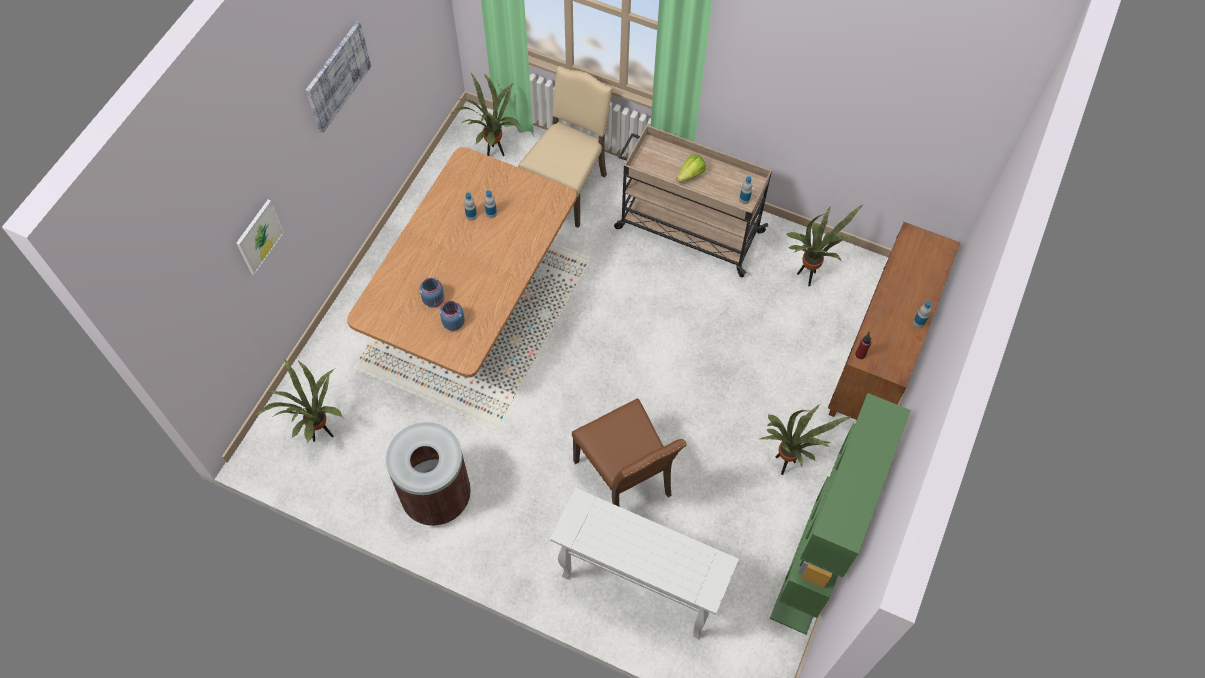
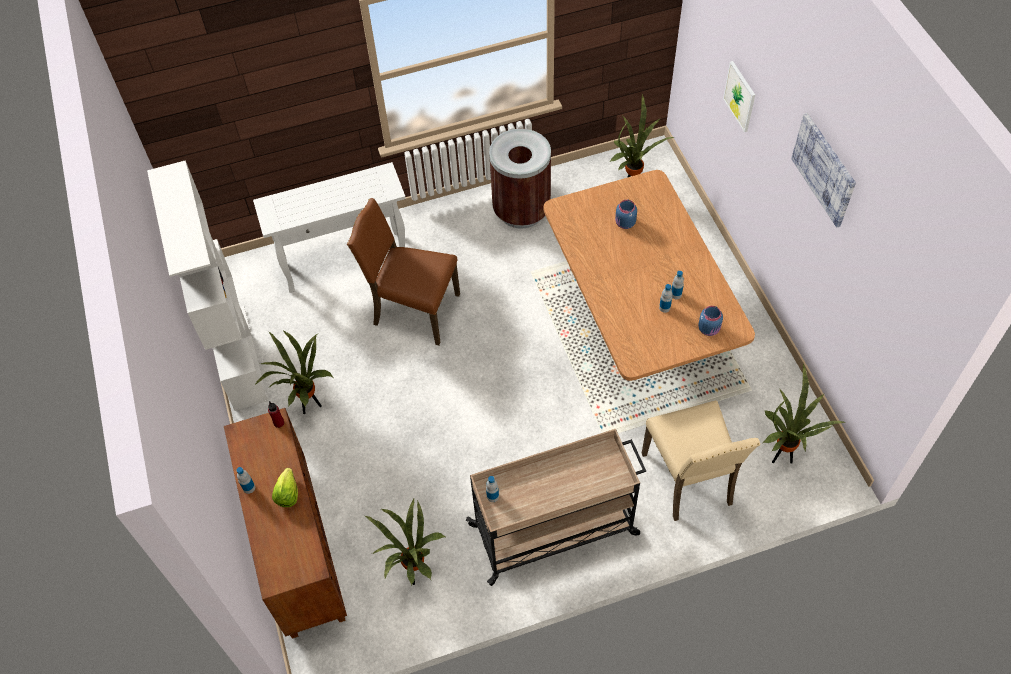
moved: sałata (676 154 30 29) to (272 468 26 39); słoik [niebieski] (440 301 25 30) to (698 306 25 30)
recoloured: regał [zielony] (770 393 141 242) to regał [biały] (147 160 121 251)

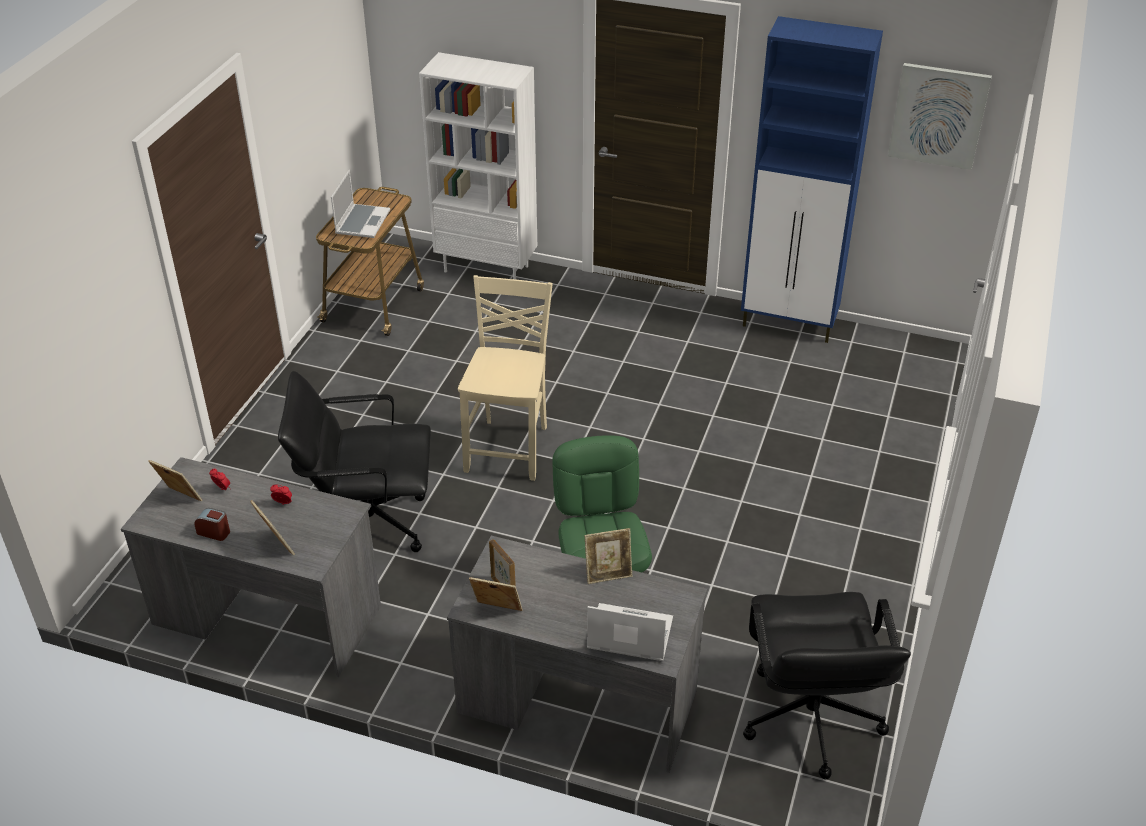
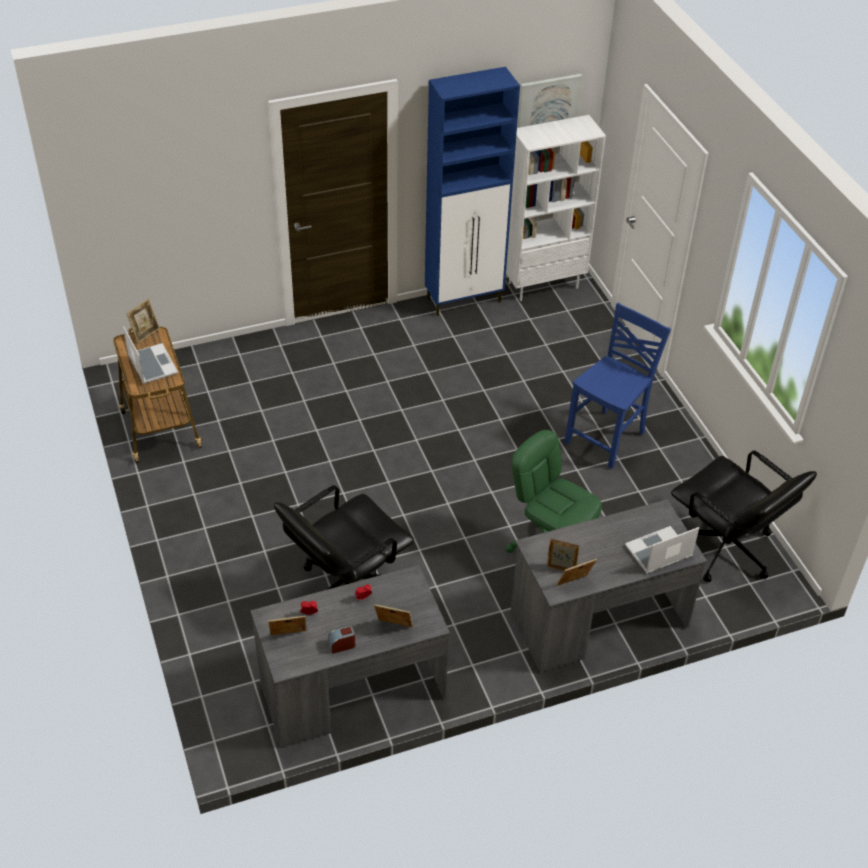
removed: krzesło [beżowy] (458 275 95 206)
added: krzesło [niebieski] (565 302 106 167)
moved: ramka na zdjęcie (584 528 48 56) to (126 299 34 44); regał [biały] (419 52 118 228) to (506 115 100 186)

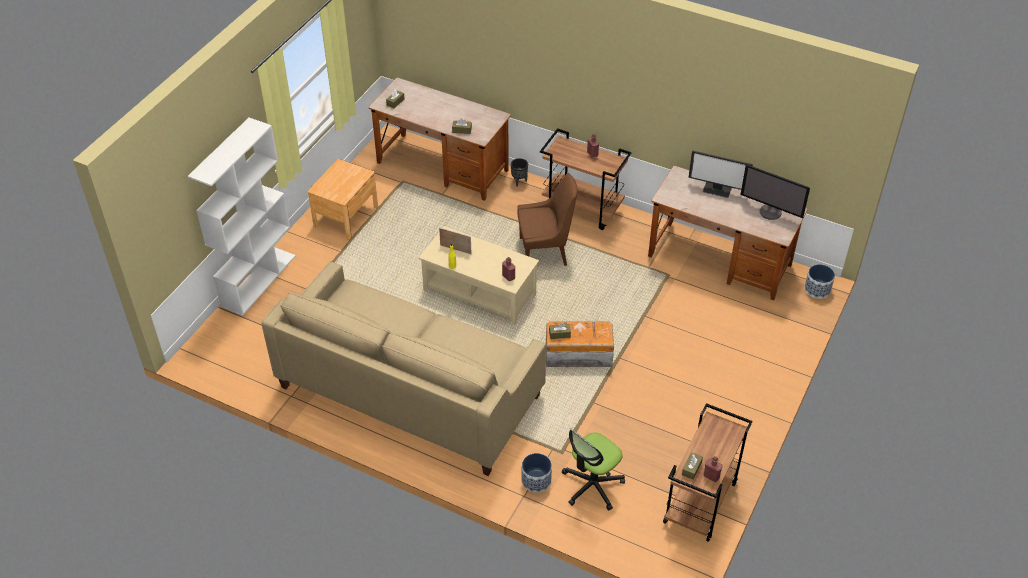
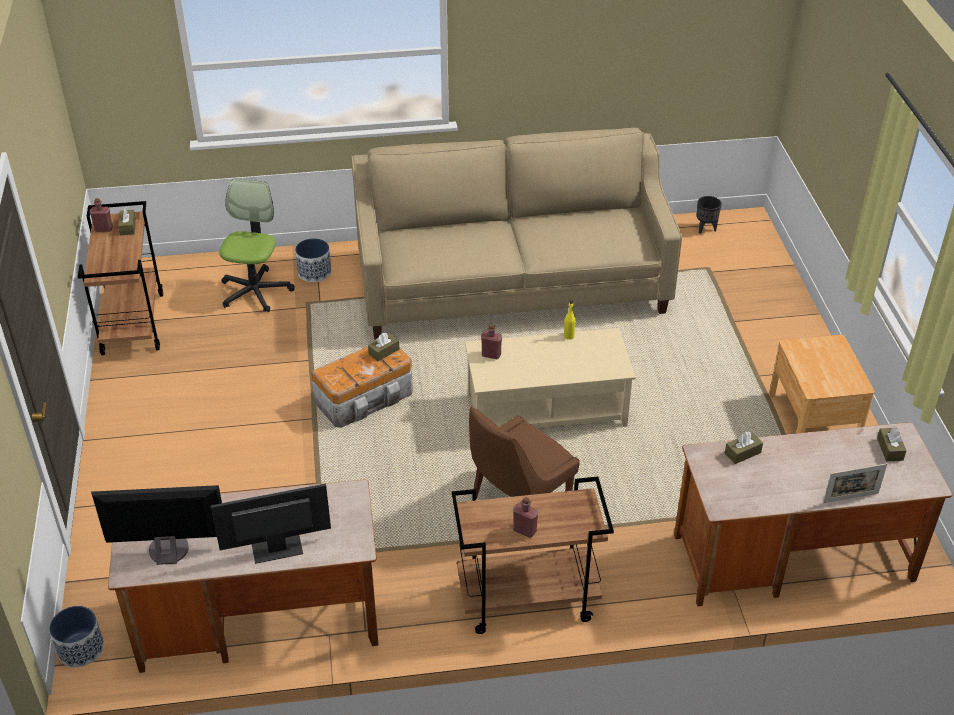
removed: regał [biały] (188 118 108 198)
moved: donica [czarny] (511 158 17 29) to (697 196 25 38); ramka na zdjęcie (439 228 33 26) to (823 463 64 40)

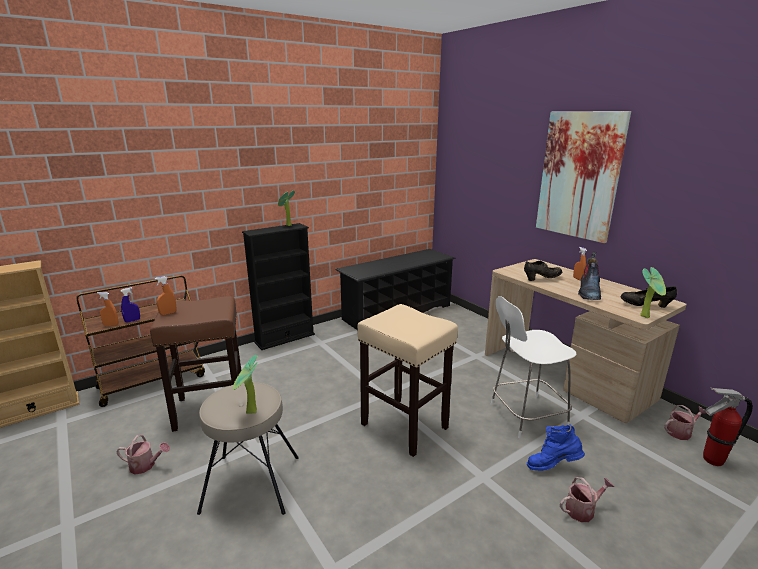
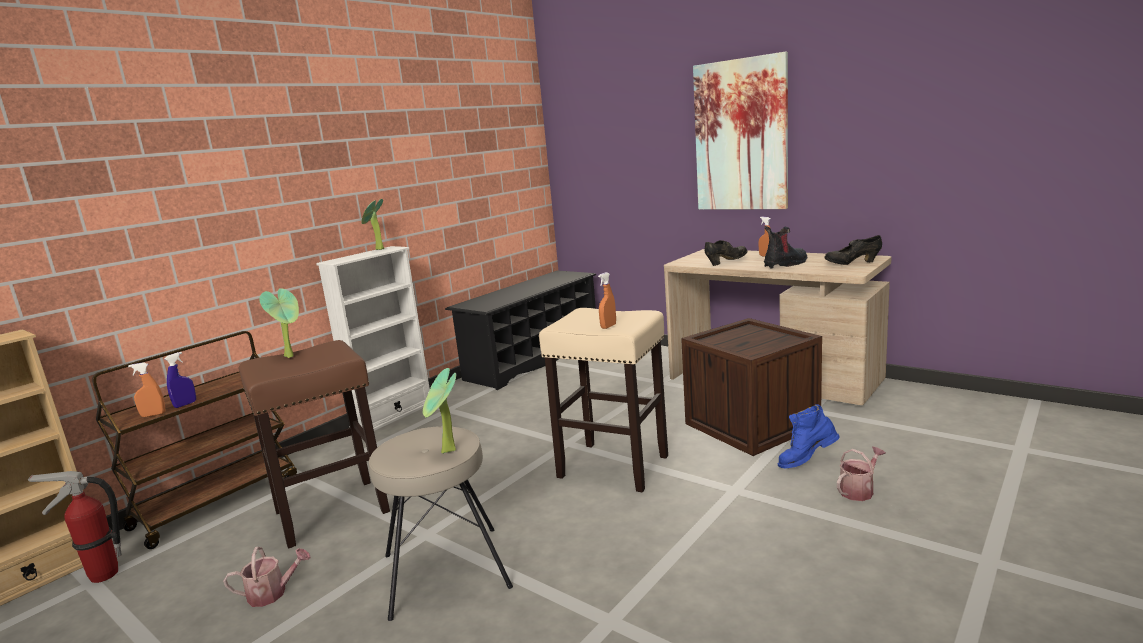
removed: konewka (664 405 43 35)
moved: gaśnica (703 388 50 78) to (28 471 94 112); roślina doniczkowa (640 267 26 51) to (259 288 40 70); spryskiwacz [pomarańczowy] (154 276 22 39) to (598 272 18 57)
replaced: krzesło [biały] (491 296 86 142) to skrzynka (681 318 141 138)
recoloured: regał [czarny] (242 223 73 127) to regał [biały] (316 246 114 185)
turned: but z cholewką (578 251 23 49) = (764 226 43 42) 135 degrees counterclockwise

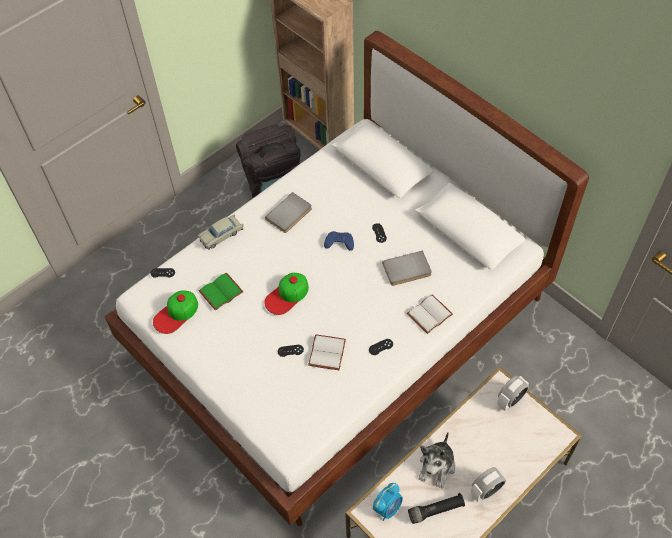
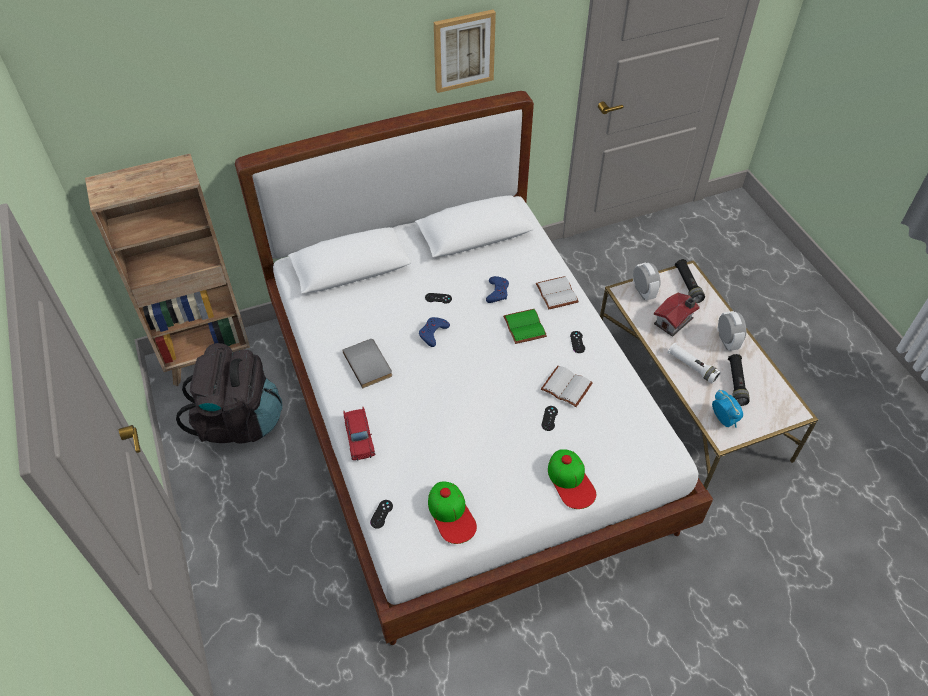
added: obraz (434 10 62 83); domek (654 292 46 45); latarka [czarny] (675 259 30 44)
moved: książka [zielony] (199 273 44 38) to (503 309 44 35); czapka z daszkiem (264 273 45 42) to (548 449 48 60)
replaced: książka [szary] (382 250 50 36) to pad do gier [niebieski] (486 276 23 27); pluszak (419 432 36 57) to latarka [biały] (667 343 54 41)
recoloured: samochodzik [beżowy] (198 214 45 36) to samochodzik [czerwony] (343 407 33 54)

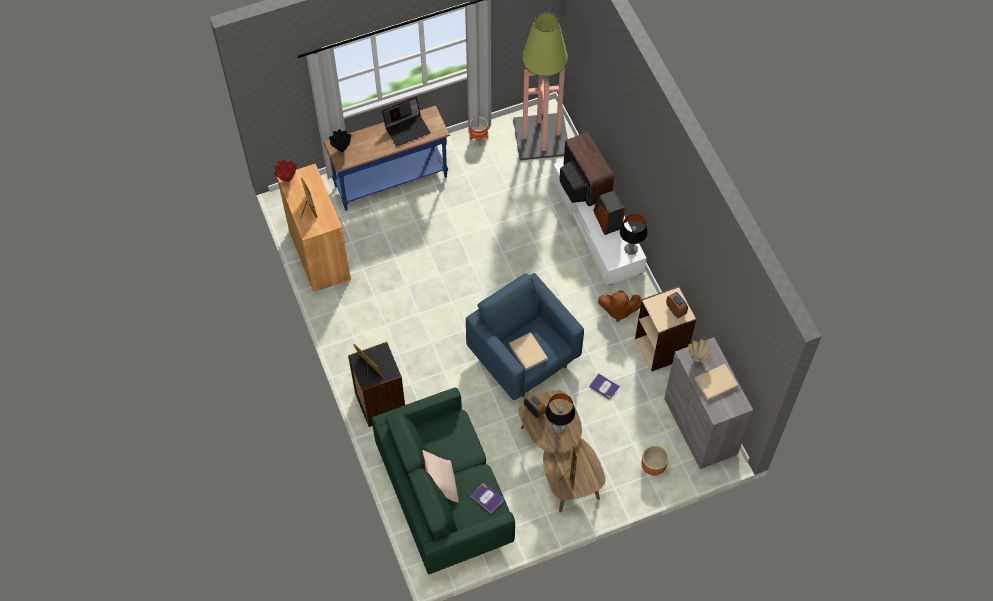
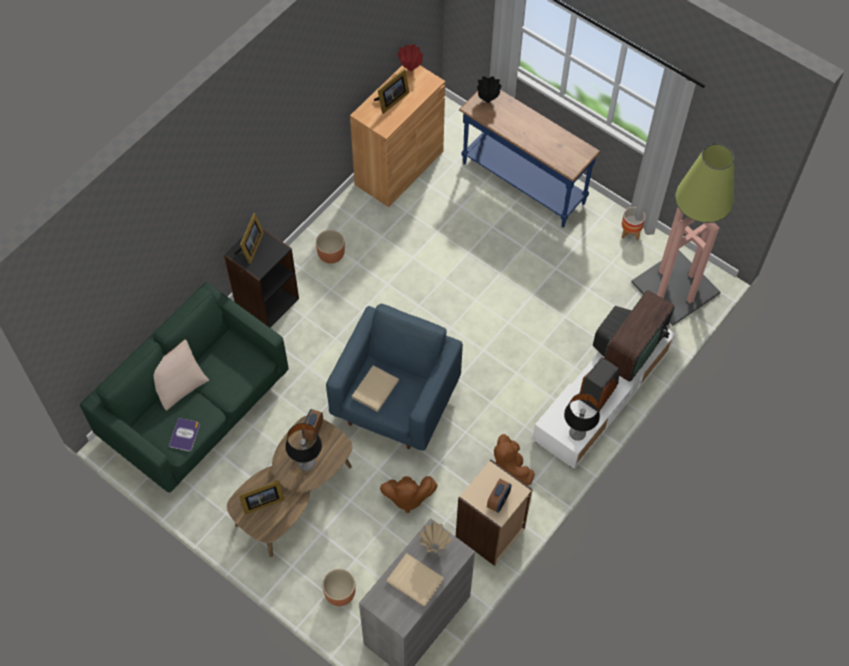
removed: laptop (382 97 48 49)
added: donica [brązowy] (316 230 29 34)
replaced: książka (589 373 31 27) to pluszak [brązowy] (380 476 57 37)

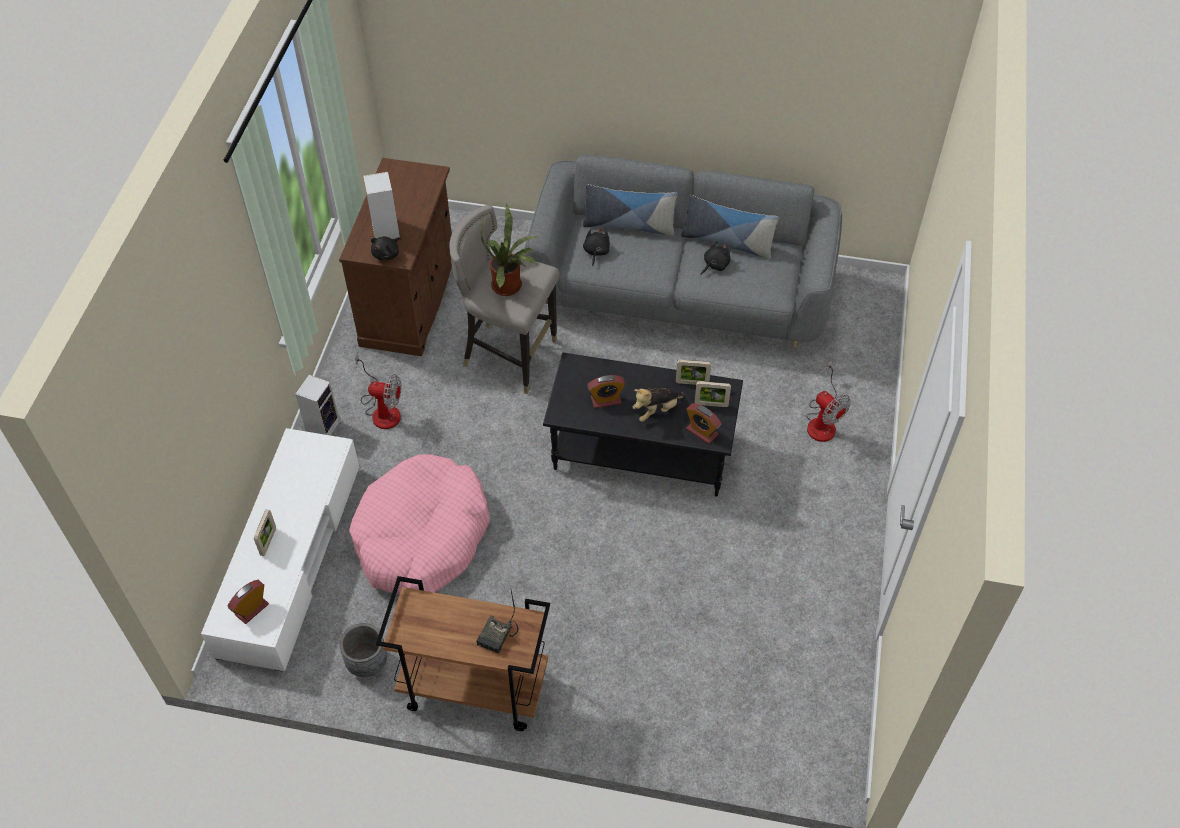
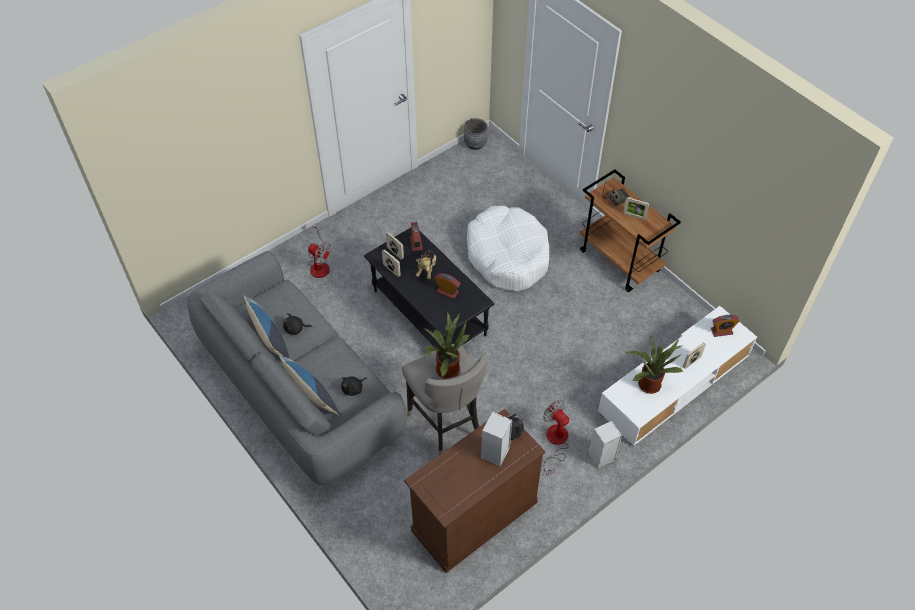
removed: legowisko [różowy] (349 454 141 140)
added: legowisko [biały] (467 205 82 86); ramka na zdjęcie (623 197 26 23); roślina doniczkowa (626 337 58 57)
moved: donica [szary] (340 623 47 54) to (464 118 24 32)
turned: wentylator (806 360 45 82) = (308 223 23 55) 120 degrees clockwise; pluszak (633 388 52 34) = (416 250 20 29) 90 degrees clockwise

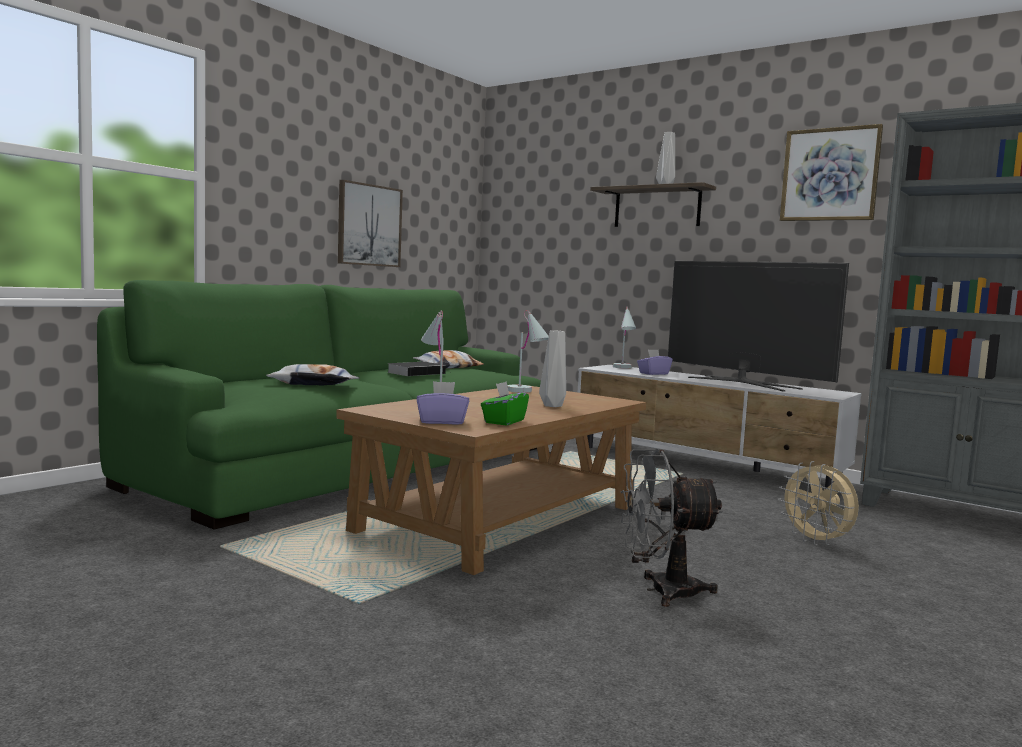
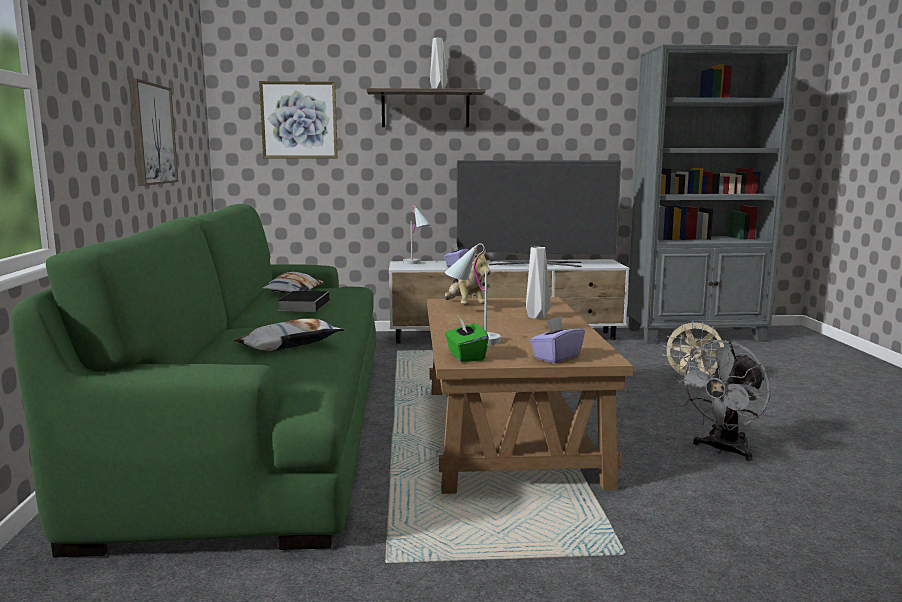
moved: obraz (780 124 103 97) to (259 81 79 77); pudełko chusteczek [zielony] (481 381 48 44) to (445 317 44 45)
replaced: lampa stołowa [biały] (507 310 42 83) to pluszak (445 250 46 54)

